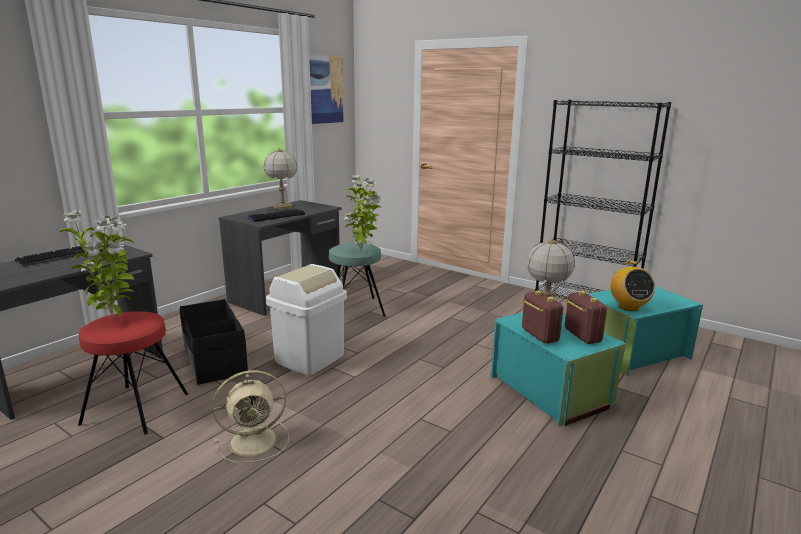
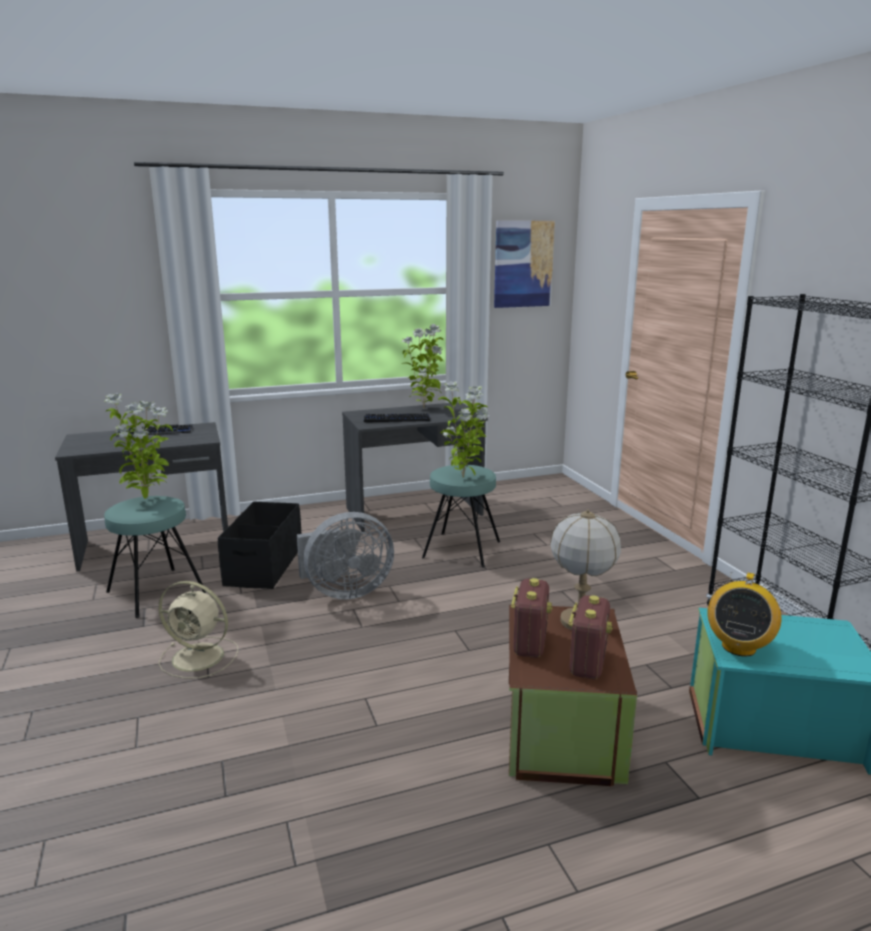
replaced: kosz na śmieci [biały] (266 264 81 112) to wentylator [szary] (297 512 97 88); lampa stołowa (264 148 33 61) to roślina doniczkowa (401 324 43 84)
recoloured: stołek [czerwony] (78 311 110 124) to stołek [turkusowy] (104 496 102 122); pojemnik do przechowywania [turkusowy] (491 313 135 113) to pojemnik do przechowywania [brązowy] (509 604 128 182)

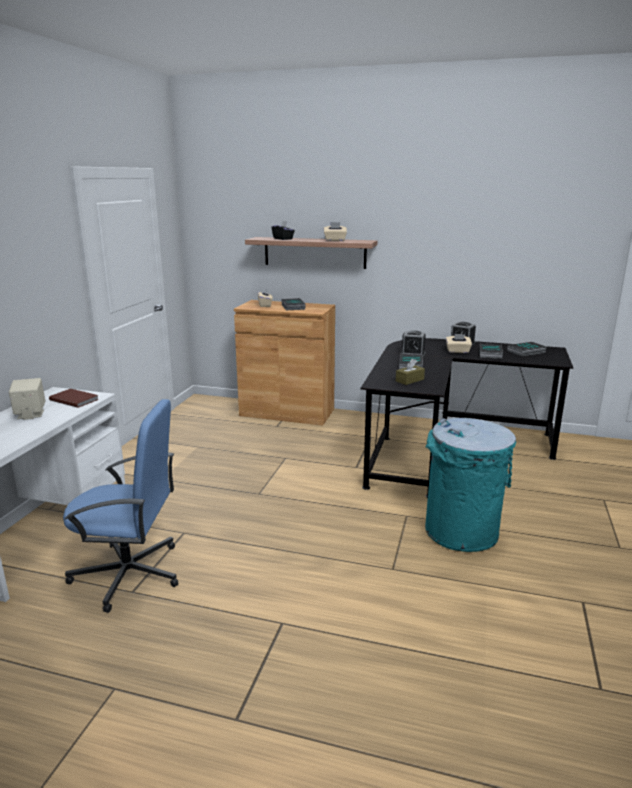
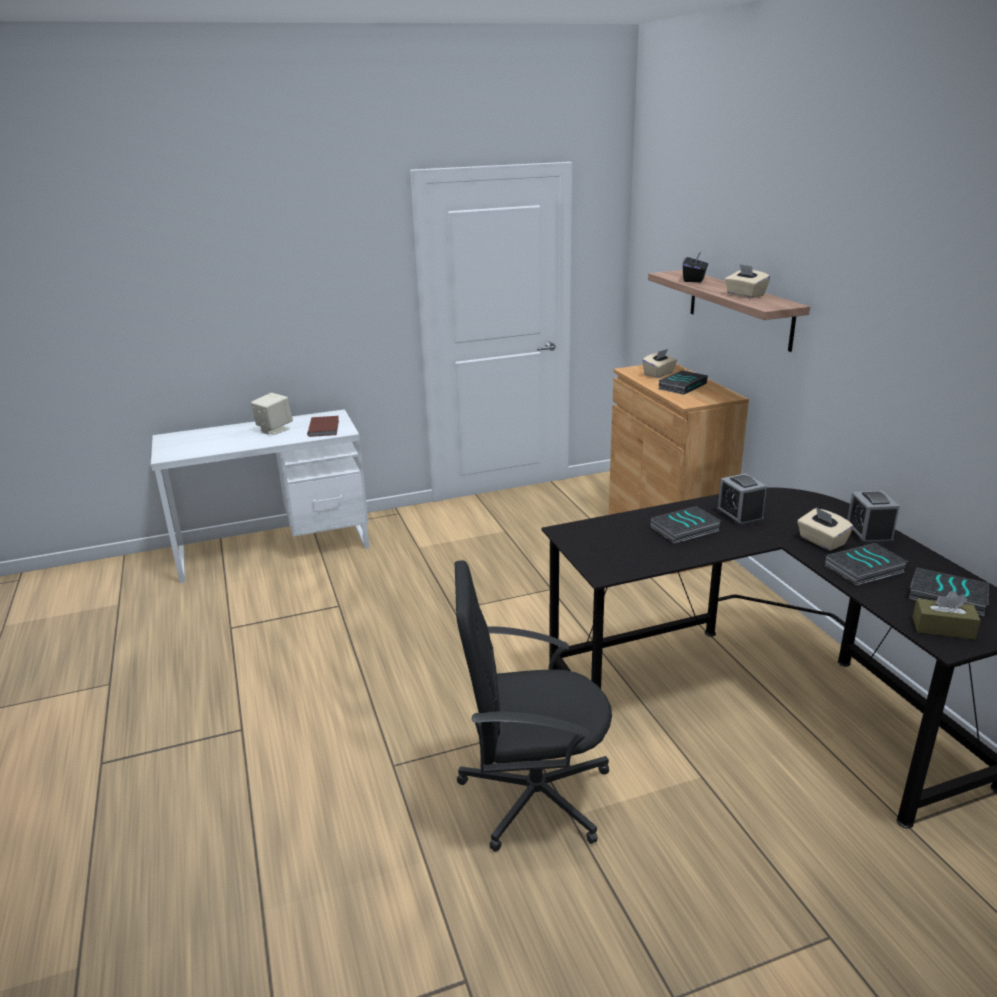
removed: krzesło biurowe [niebieski] (63 399 115 214)
moved: pudełko chusteczek [brązowy] (396 359 29 26) to (913 591 68 48)
replaced: kosz na śmieci [turkusowy] (425 418 91 134) to krzesło biurowe [czarny] (455 560 157 292)

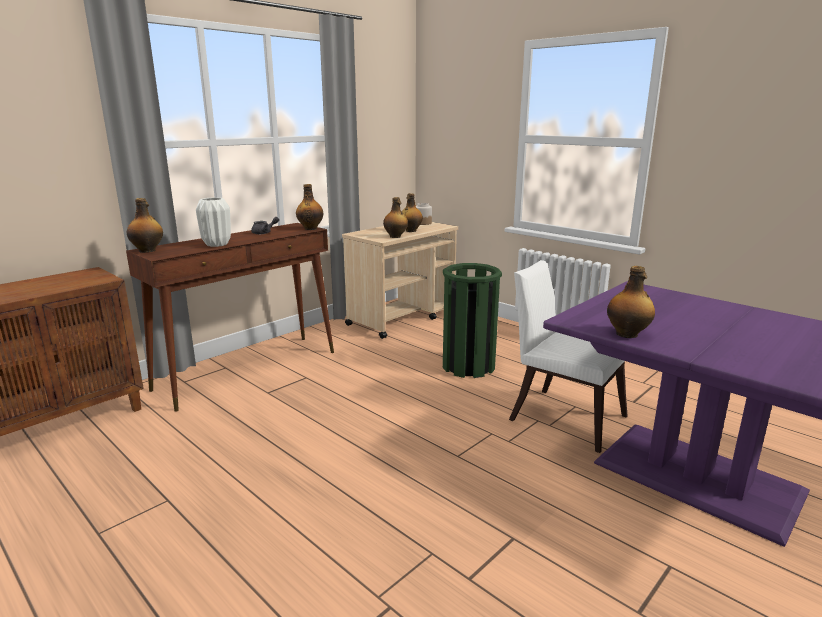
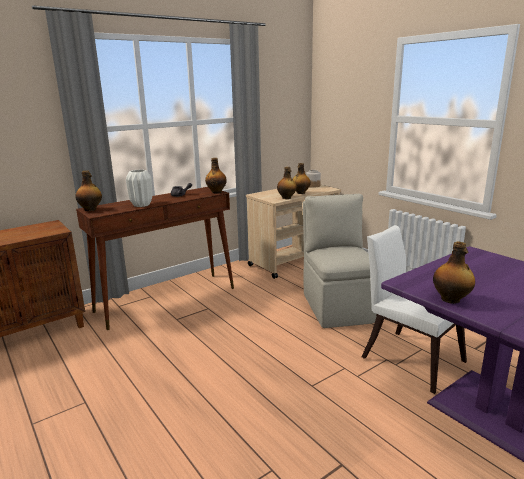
replaced: kosz na śmieci [zielony] (443 263 59 115) to krzesło [beżowy] (303 194 74 134)

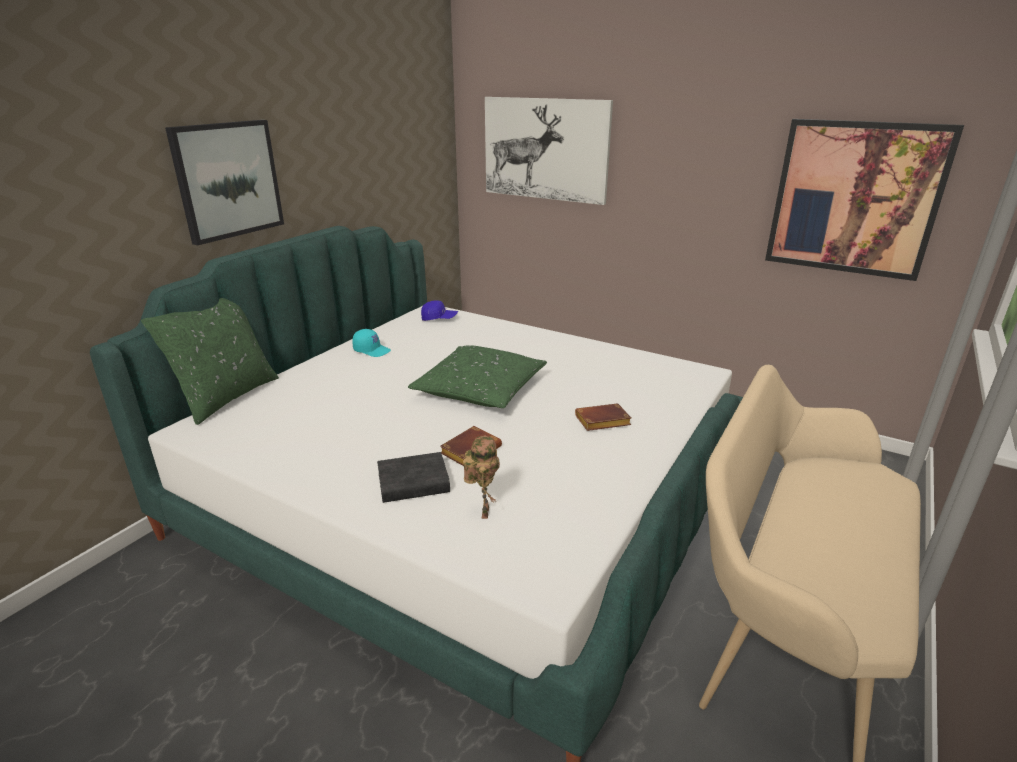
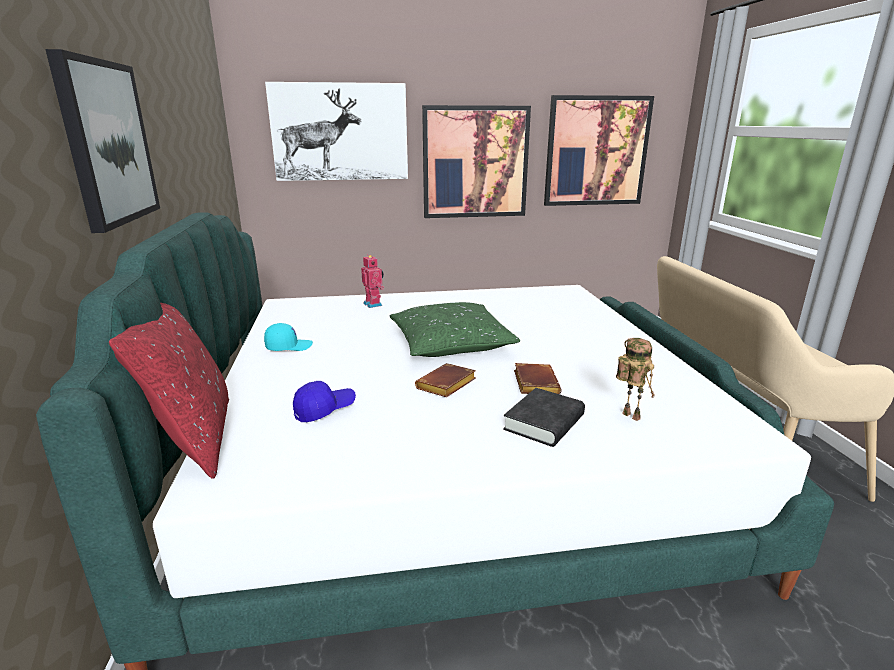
added: robot zabawkowy (361 254 23 54); obraz (422 105 109 113)
moved: czapka z daszkiem [niebieski] (421 300 37 21) to (293 381 63 41); książka [brązowy] (575 403 56 28) to (415 363 61 34)
recoloured: poduszka [zielony] (141 298 138 127) to poduszka [czerwony] (109 303 120 176)

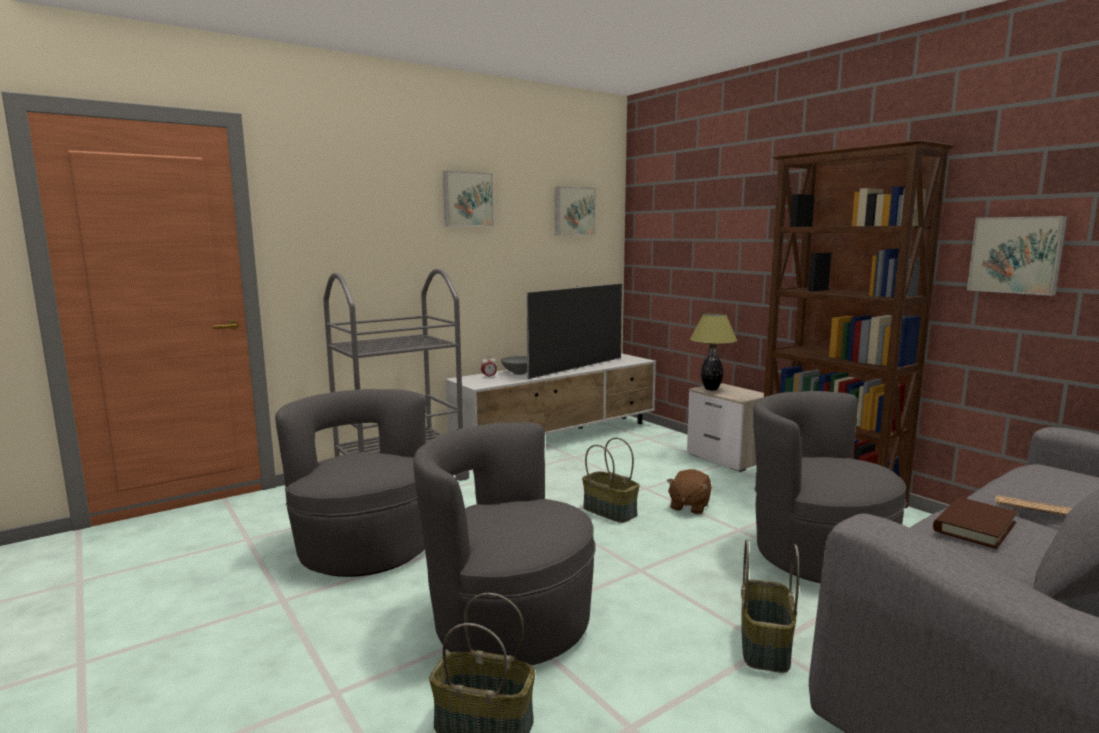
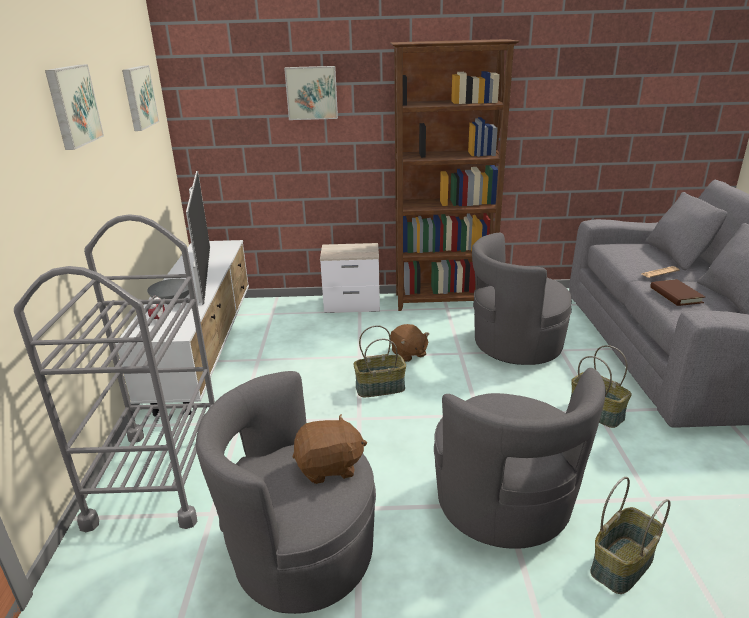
removed: lampa stołowa (690 313 47 77)
added: pluszak [brązowy] (293 414 74 70)
moved: obraz (967 216 100 80) to (284 66 54 54)
turned: fotel [szary] (413 422 183 244) = (434 368 172 181) 75 degrees counterclockwise

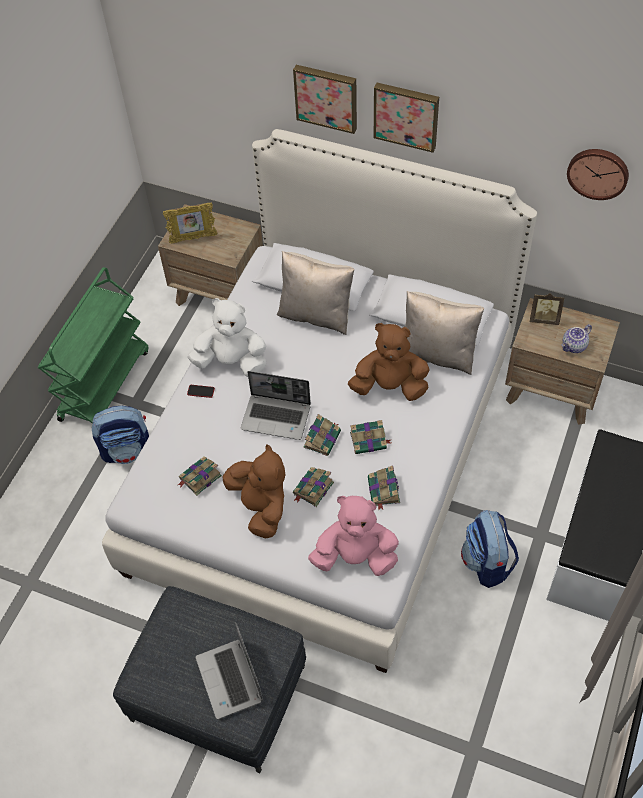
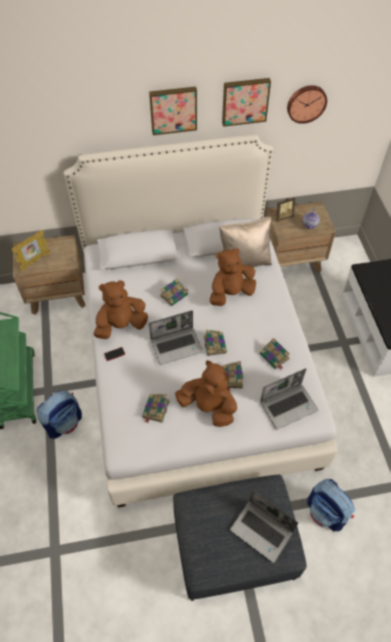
removed: poduszka [beżowy] (277 251 78 84)
moved: książka (350 420 41 34) to (160 279 28 27); obraz (293 65 64 69) to (222 78 49 49); plecak (461 510 58 78) to (307 479 48 52)
replaced: pluszak [różowy] (308 496 91 80) to laptop (260 368 58 62)
recoloured: pluszak [biały] (187 298 80 79) to pluszak [brązowy] (93 280 55 59)

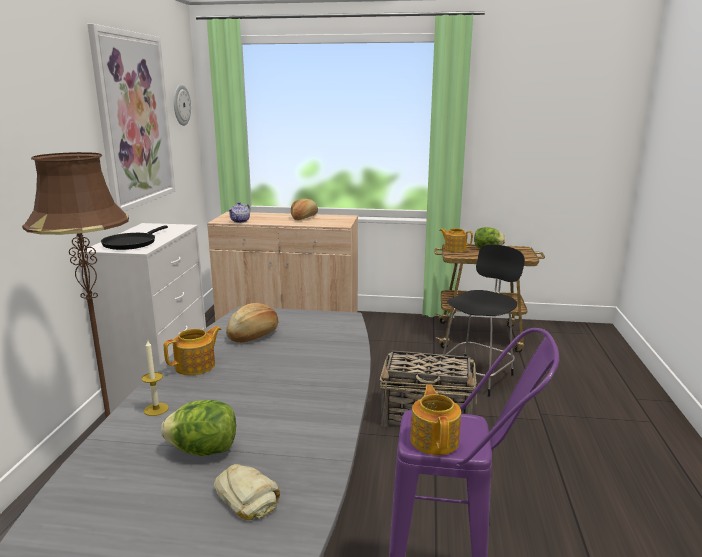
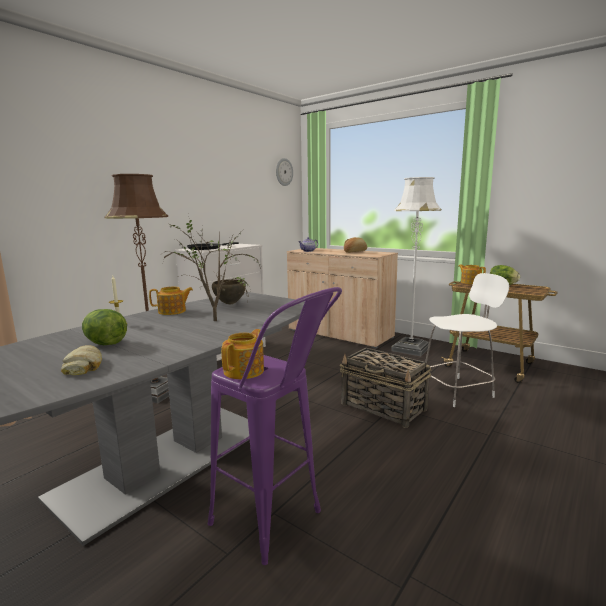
removed: obraz (87 24 89 188)
added: roślina doniczkowa (159 220 102 101); lampa stojąca [biały] (391 177 51 179)
replaced: chleb (226 303 52 40) to miska [brązowy] (212 279 34 25)
recoloured: krzesło [czarny] (443 244 82 153) to krzesło [biały] (425 273 84 134)

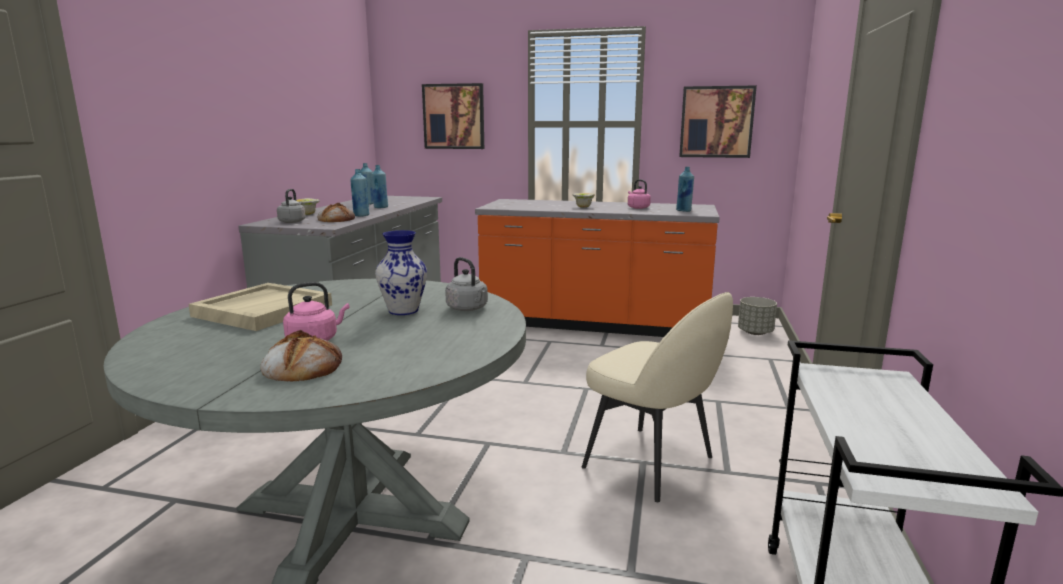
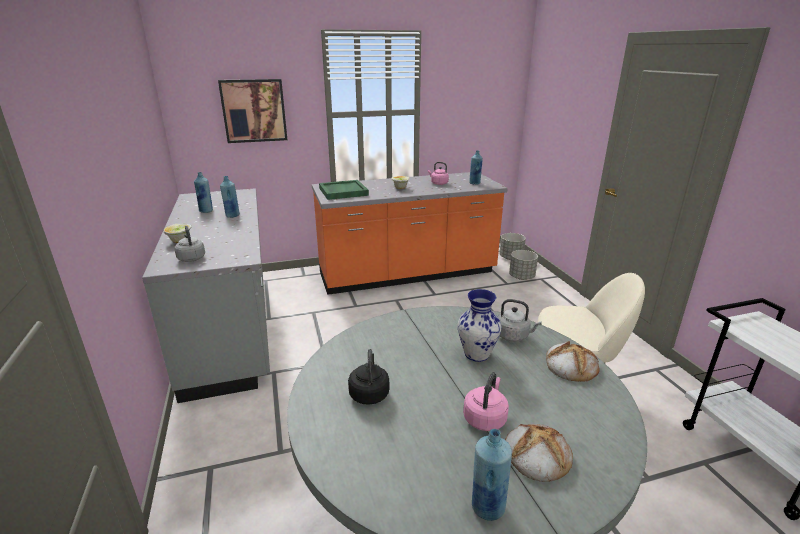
removed: obraz (679 86 78 72)
added: taca [zielony] (319 180 50 20); donica [szary] (509 250 29 30)
moved: butelka [niebieski] (350 169 20 47) to (472 429 40 92); chleb (317 203 38 19) to (546 341 54 41)
replaced: taca [beżowy] (188 283 144 48) to czajnik [czarny] (348 349 41 56)

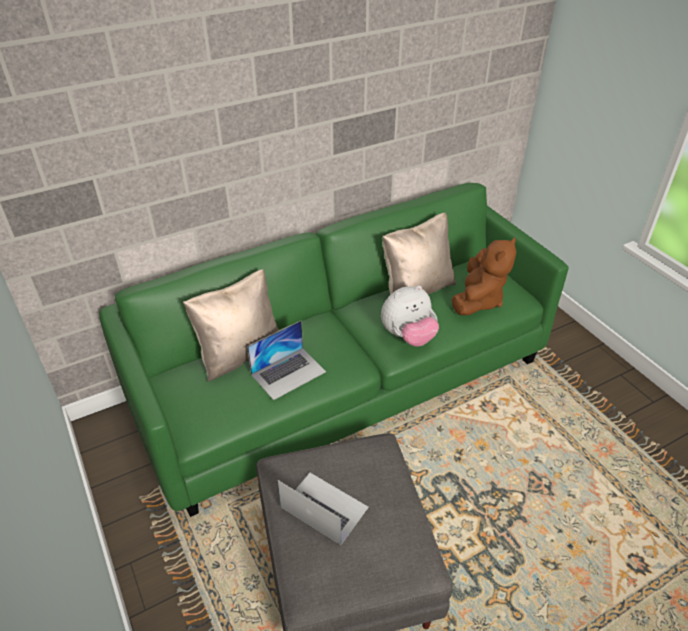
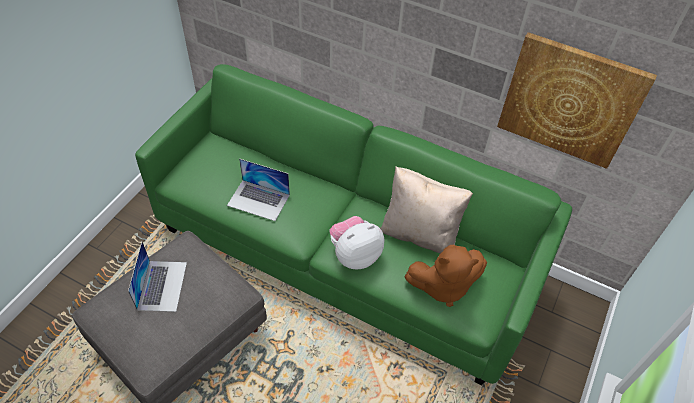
removed: poduszka [beżowy] (183 269 96 113)
added: obraz (497 32 160 137)
turned: pluszak (381 285 58 62) = (330 216 54 53) 120 degrees clockwise

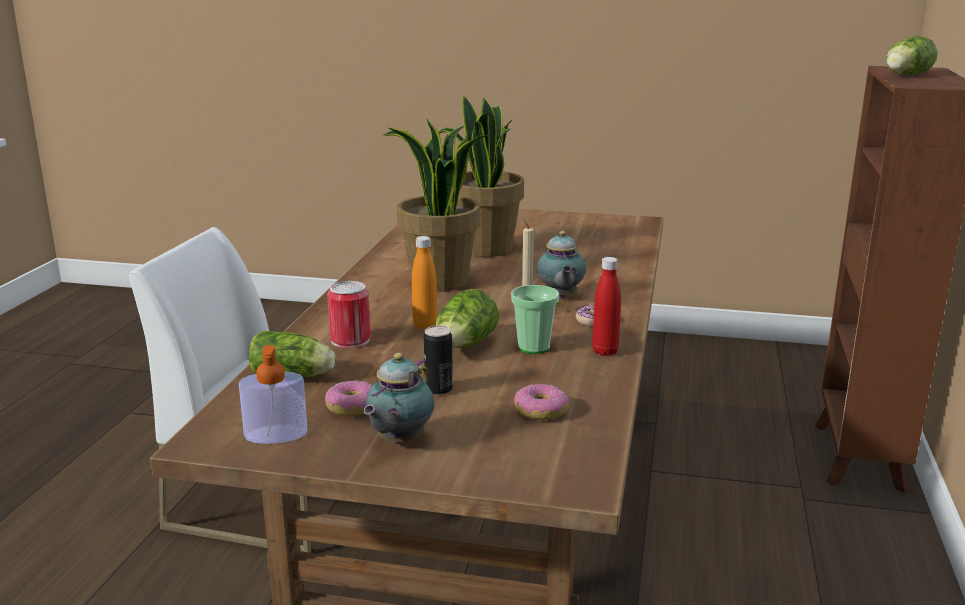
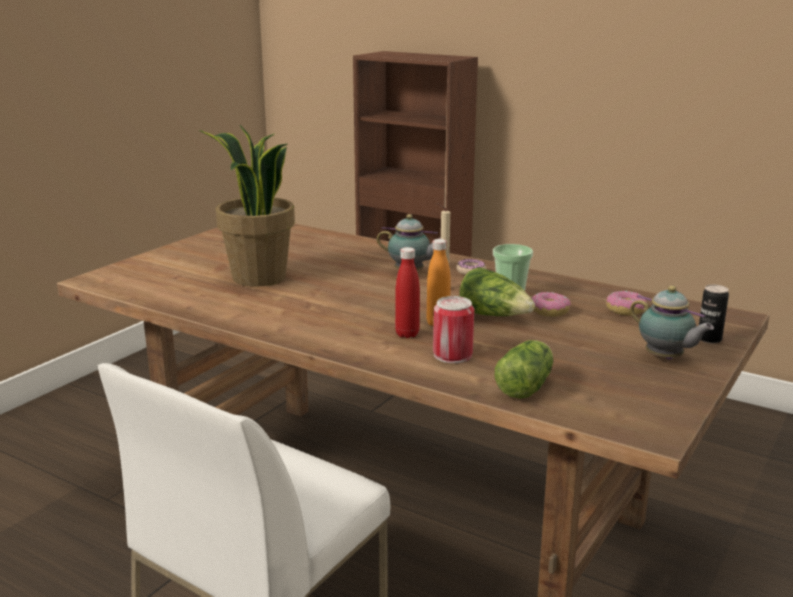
removed: dozownik mydła (239 345 68 99); roślina doniczkowa (383 119 105 173); sałata (886 36 52 39)
moved: butelka [czerwony] (592 257 29 99) to (395 247 25 91); donut (325 380 47 36) to (532 292 39 25); puszka (424 325 29 70) to (699 284 30 60)

